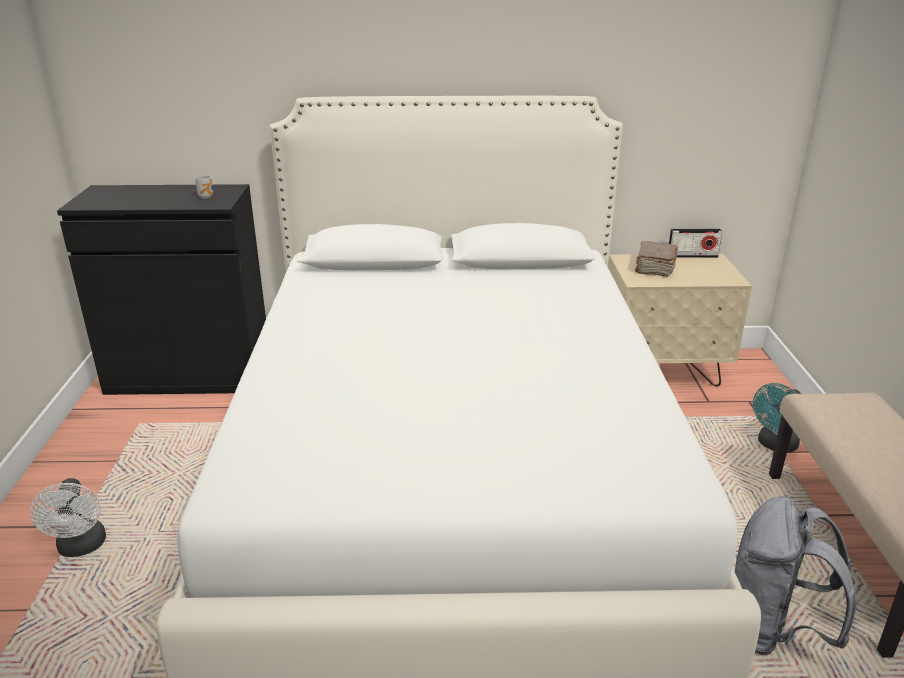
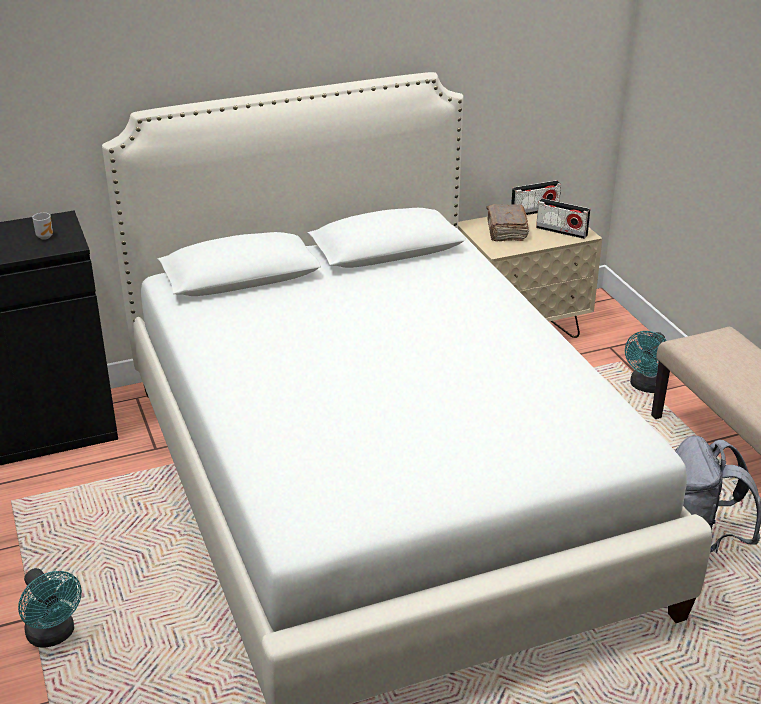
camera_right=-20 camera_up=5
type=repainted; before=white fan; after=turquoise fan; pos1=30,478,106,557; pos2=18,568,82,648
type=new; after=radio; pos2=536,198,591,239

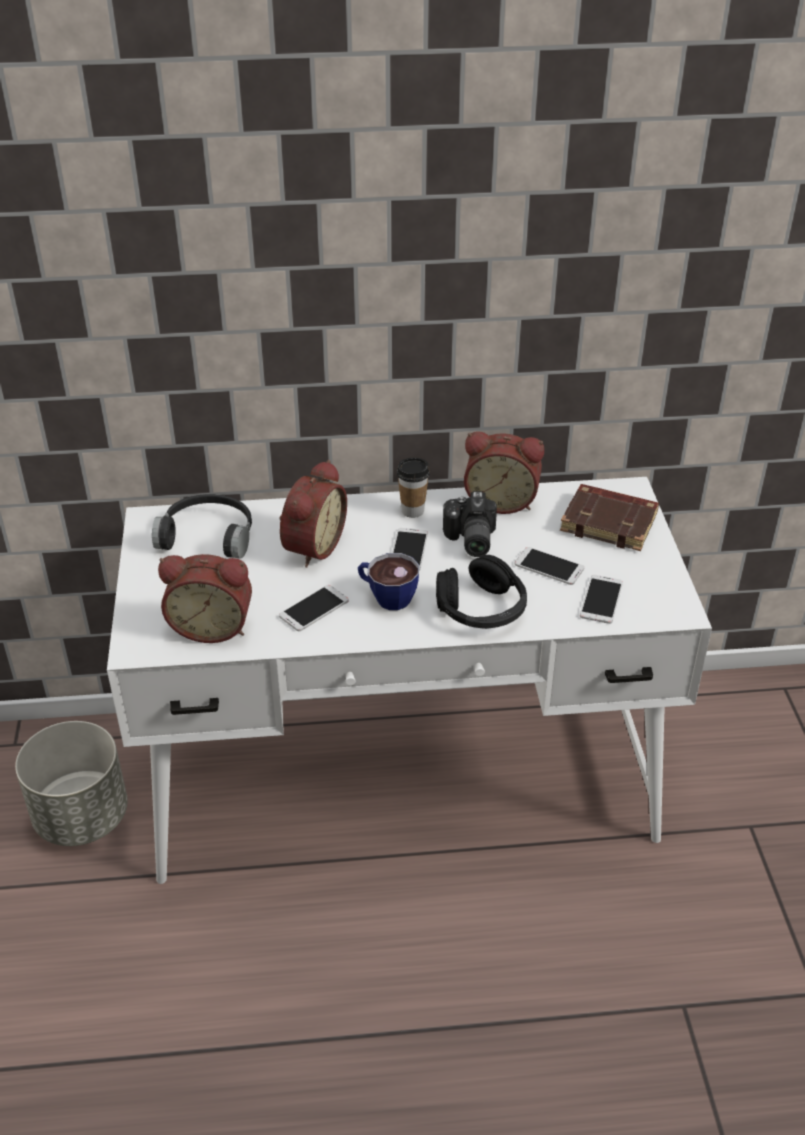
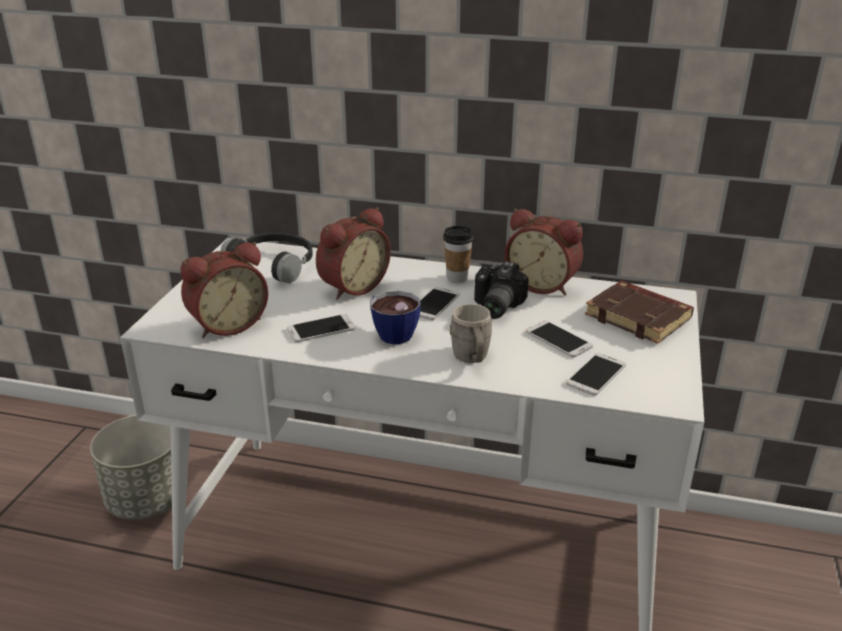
camera_right=20 camera_up=-10
type=rotated; before=alarm clock; pos1=158,554,252,643; pos2=180,242,268,338; turn=-60
type=swapped; before=black headphones; after=grey mug; pos1=436,555,527,629; pos2=450,304,492,363

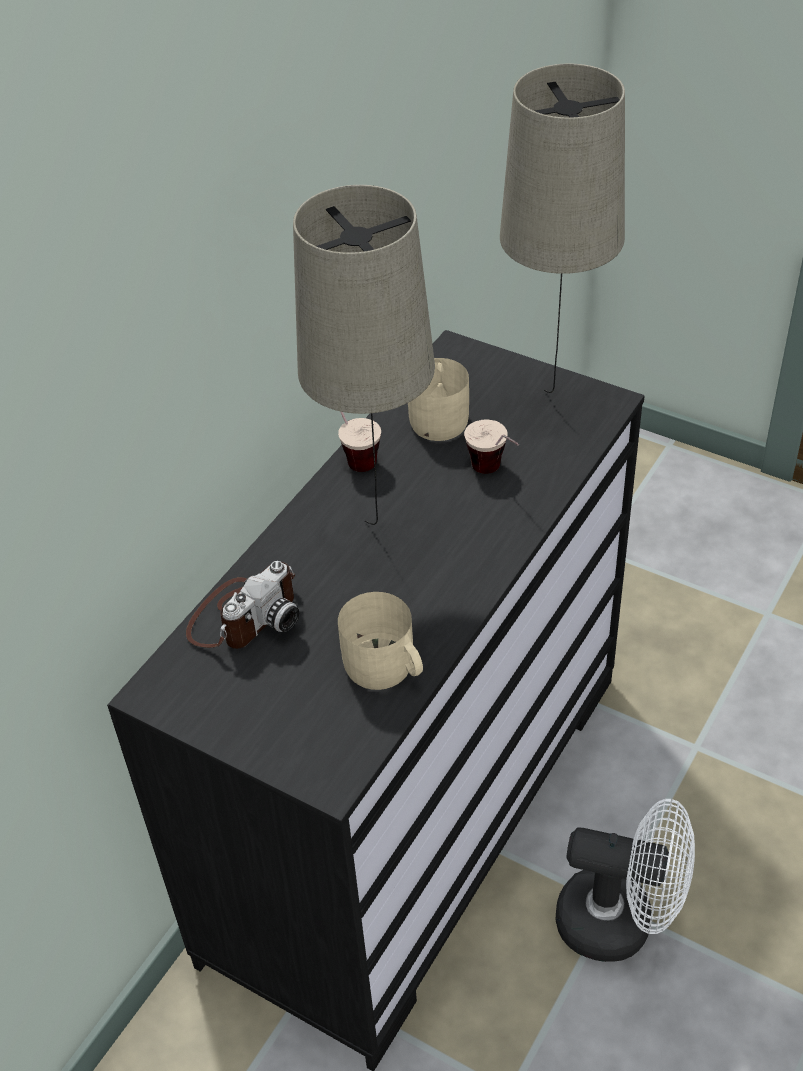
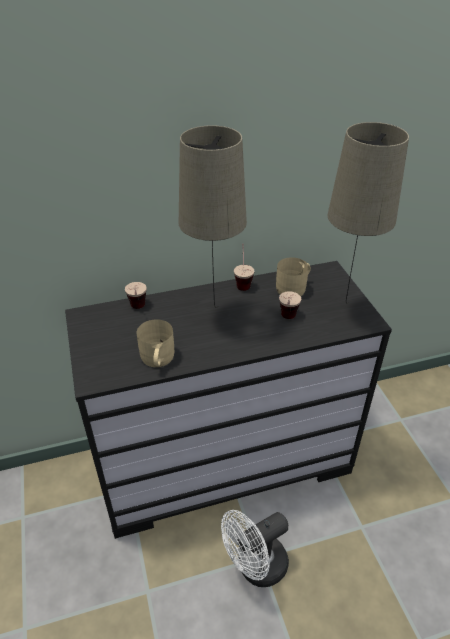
camera_right=40 camera_up=-5
type=swapped; before=photo camera; after=cup; pos1=186,561,299,649; pos2=125,282,147,309
type=rotated; before=white fan; pos1=555,799,695,962; pos2=221,510,289,587; turn=90

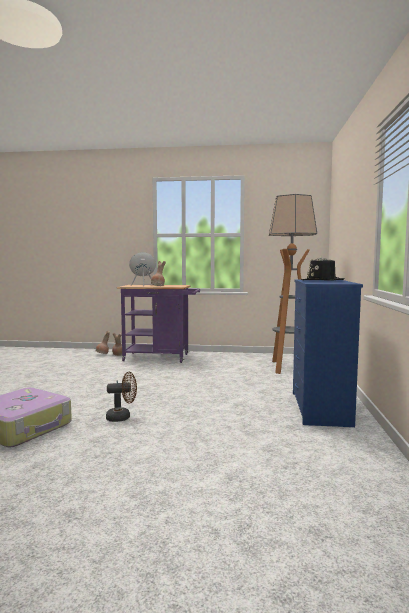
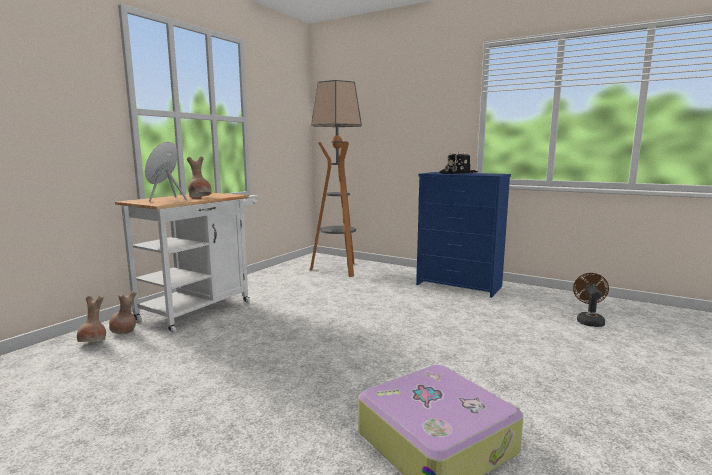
camera_right=-65 camera_up=5
type=shifted; before=brown fan; pos1=106,372,137,422; pos2=573,273,609,327
type=repainted; before=purple cart; after=white cart; pos1=117,285,200,363; pos2=115,193,257,334

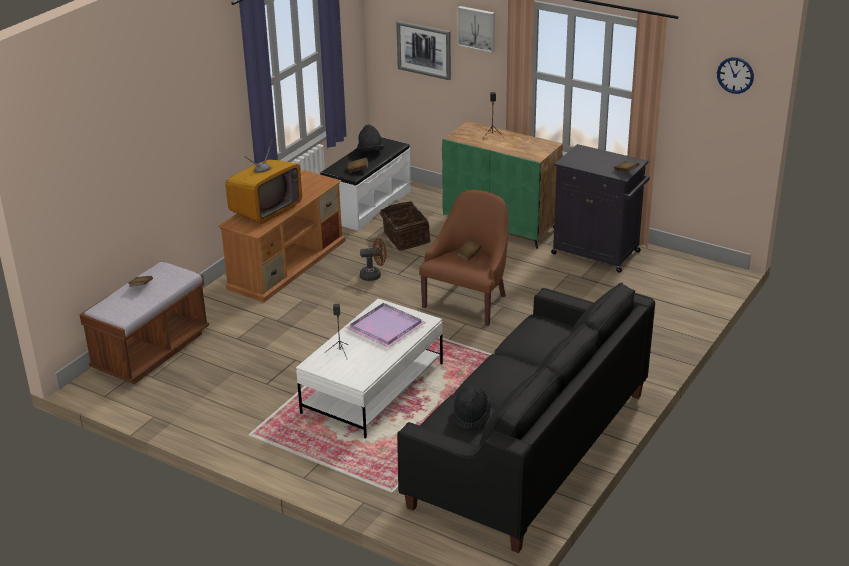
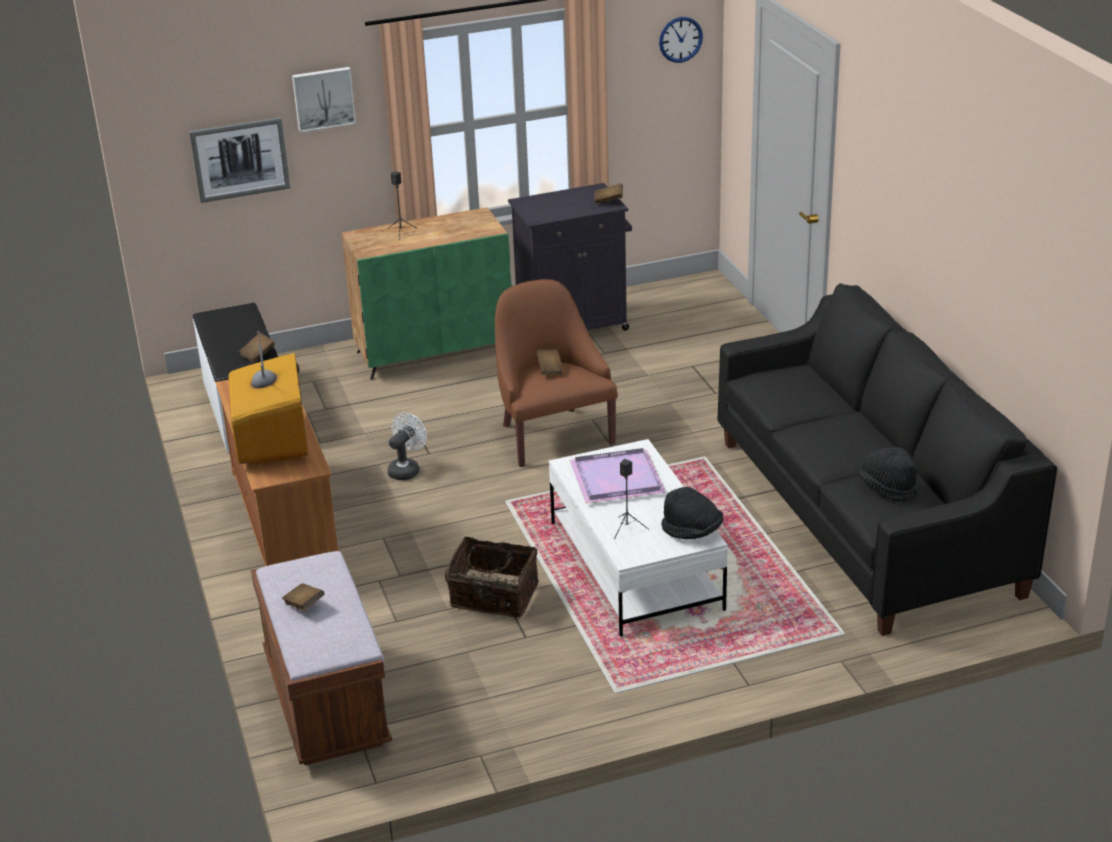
camera_right=-50 camera_up=0
type=shifted; before=black hat; pos1=357,124,384,152; pos2=661,487,723,539
type=repainted; before=brown fan; after=white fan; pos1=360,238,386,281; pos2=387,413,427,480
type=shifted; before=basket; pos1=380,201,431,251; pos2=444,537,539,617

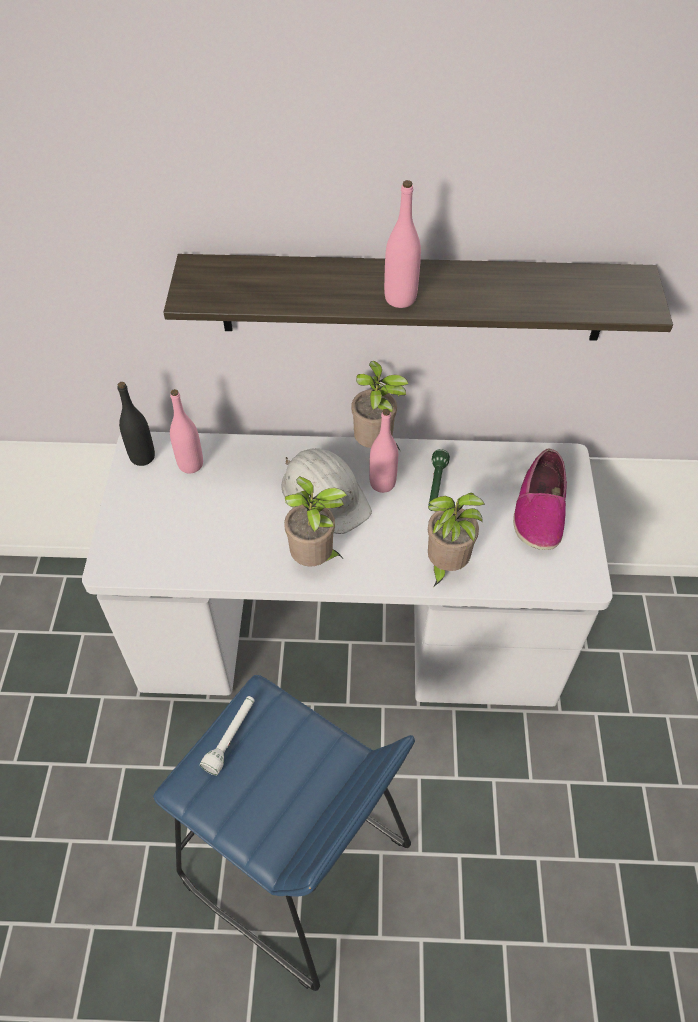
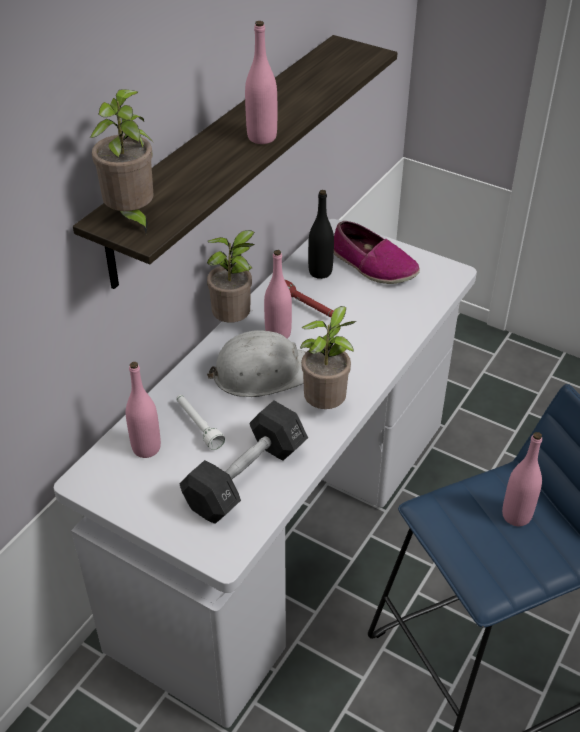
camera_right=-60 camera_up=-10
type=shifted; before=black bottle; pos1=118,382,155,466; pos2=308,190,334,279
type=shifted; before=white flashlight; pos1=200,696,255,775; pos2=176,395,225,450
type=repainted; before=green flashlight; after=red flashlight; pos1=428,449,450,511; pos2=285,280,333,317
type=shifted; before=potted plant; pos1=428,493,485,587; pos2=90,89,153,233
type=new; after=black dumbbell; pos2=180,400,308,524
type=new; after=pink bottle; pos2=502,432,542,526

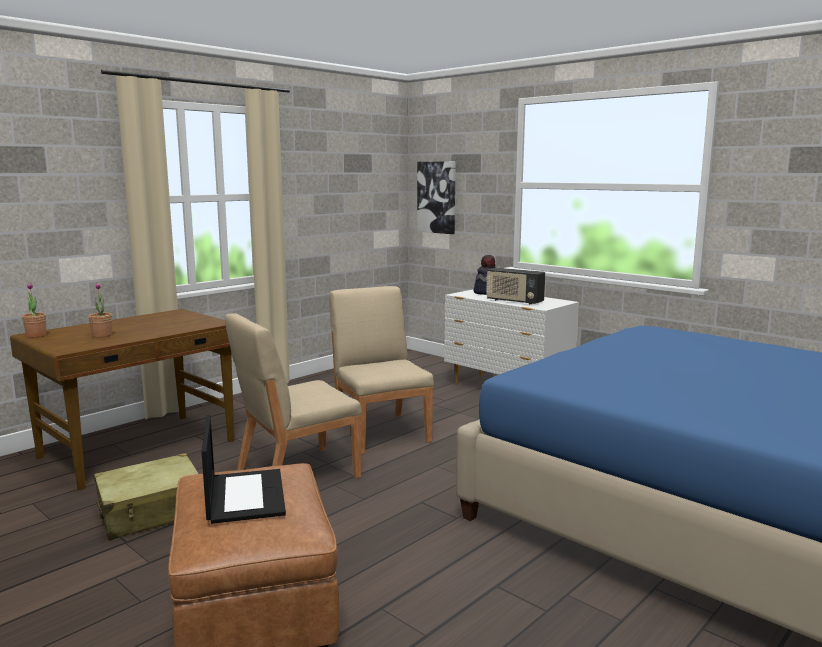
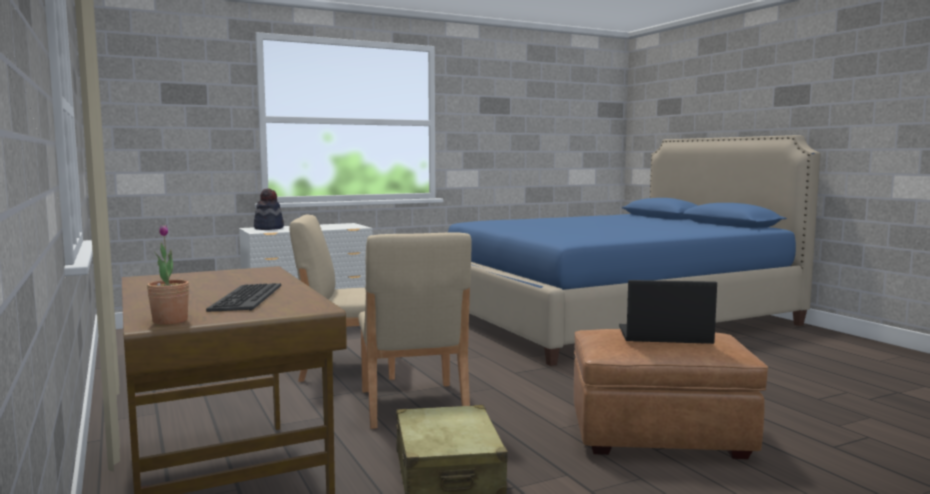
camera_right=-70 camera_up=-5
type=swapped; before=potted plant; after=keyboard; pos1=89,283,112,338; pos2=206,283,281,312
type=gone; before=picture; pos1=417,161,456,234
type=gone; before=radio; pos1=486,268,545,305

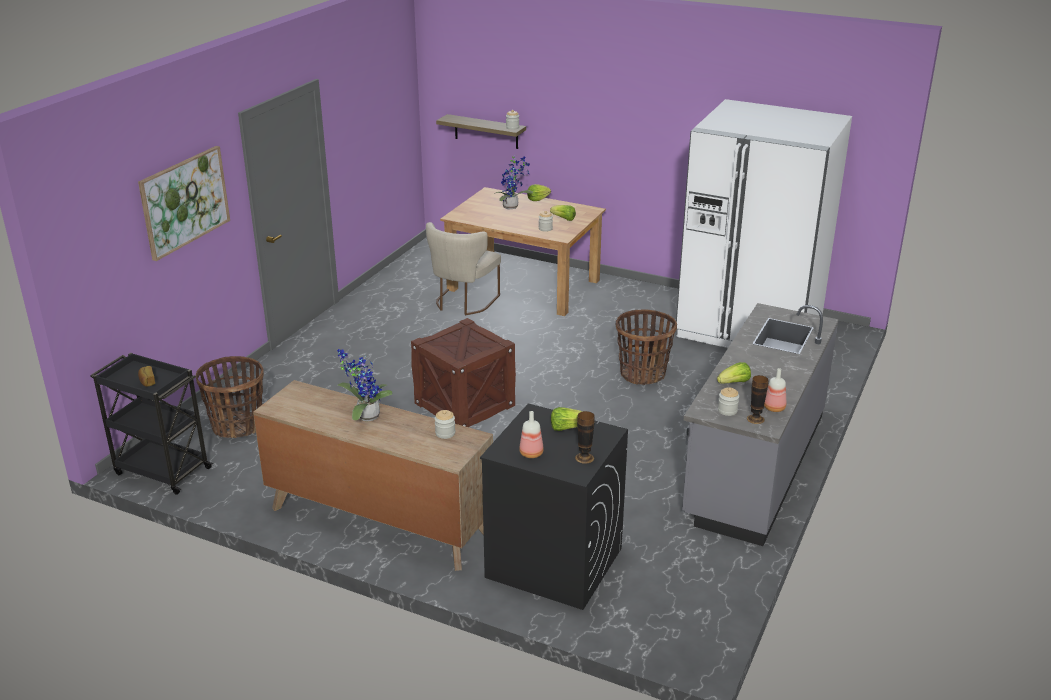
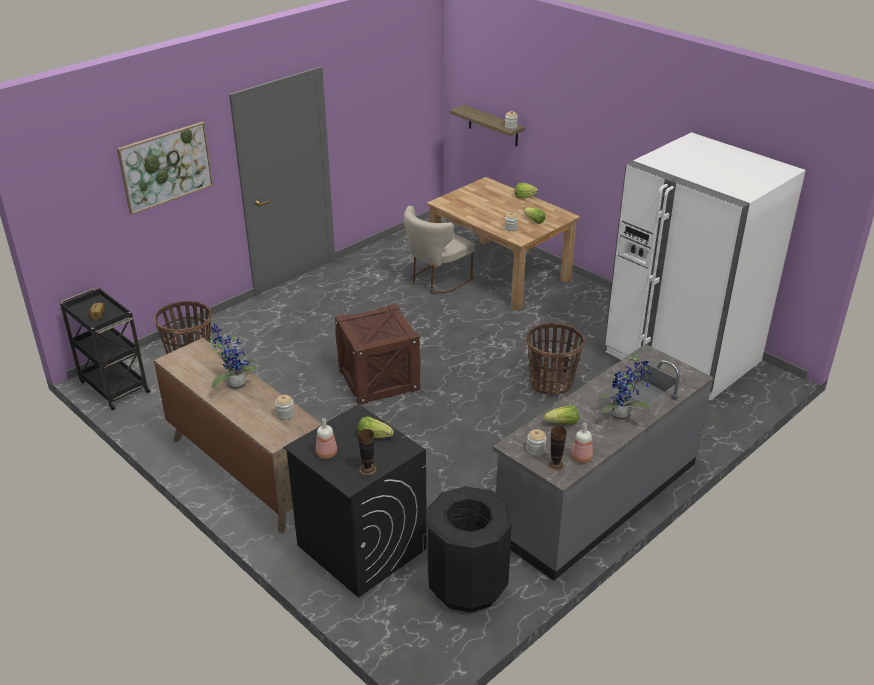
camera_right=20 camera_up=5
type=shifted; before=potted plant; pos1=494,155,533,209; pos2=599,351,651,420
type=new; after=black trash can; pos2=427,486,512,613

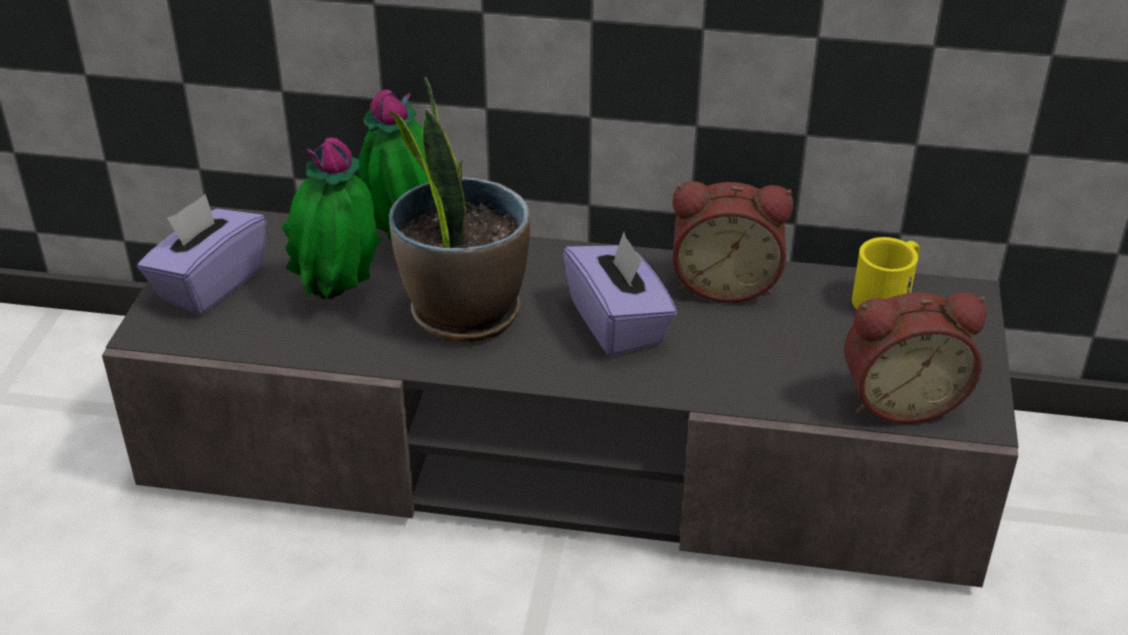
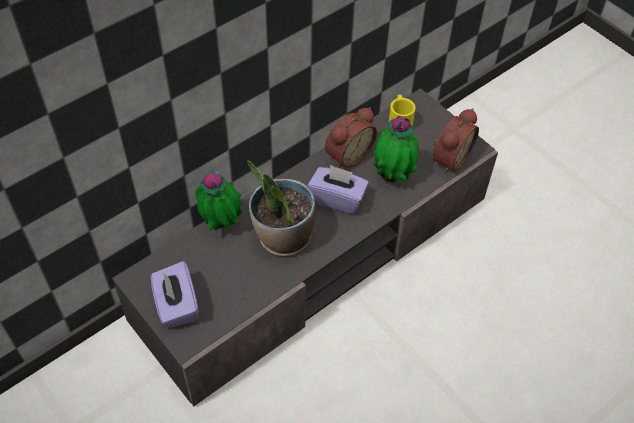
camera_right=-50 camera_up=15
type=shifted; before=potted plant; pos1=281,137,381,299; pos2=373,116,419,184

